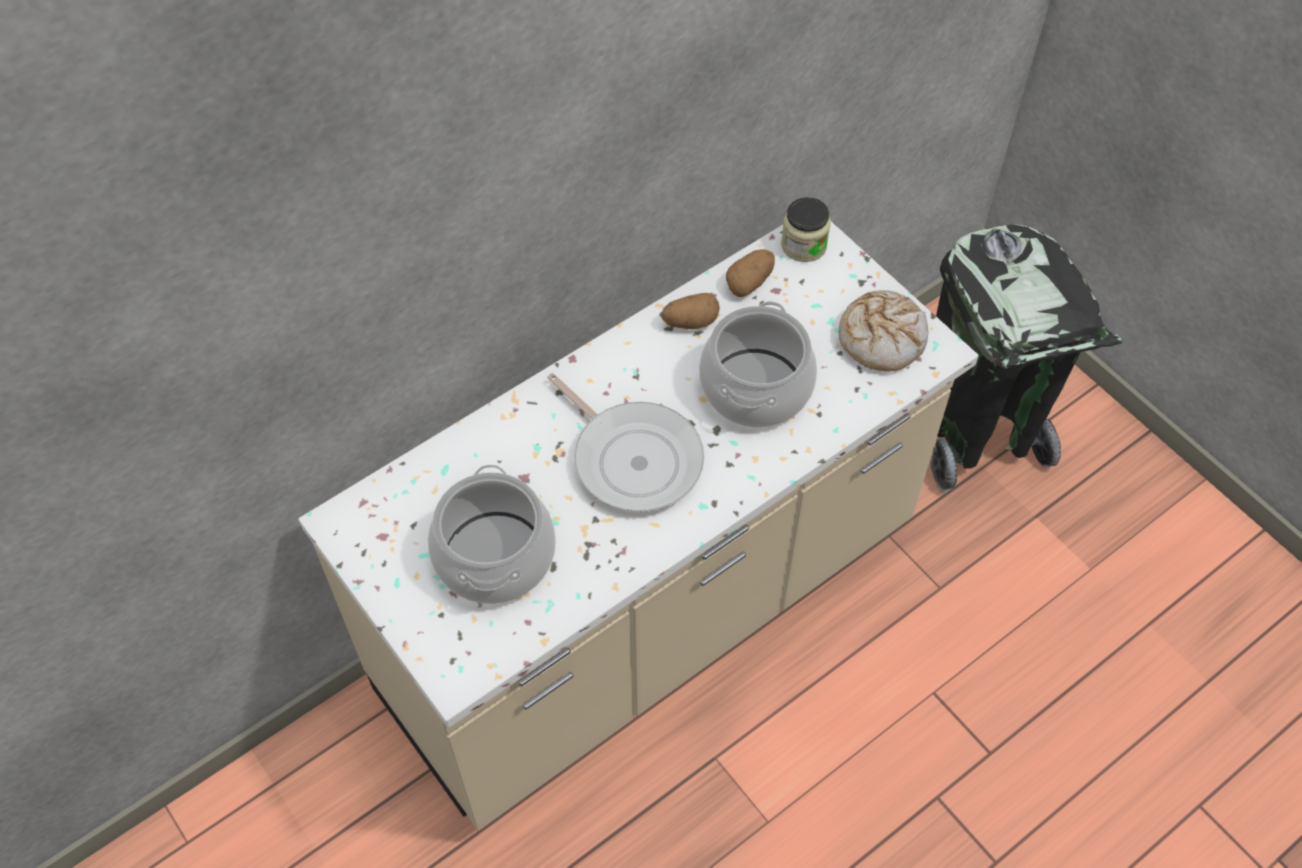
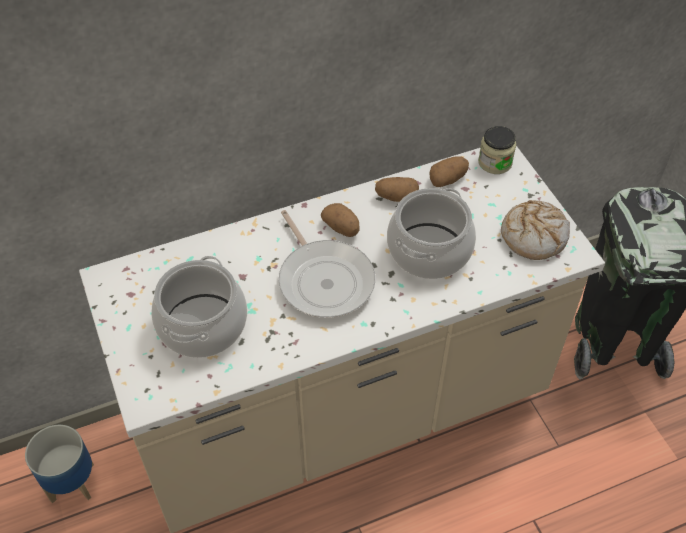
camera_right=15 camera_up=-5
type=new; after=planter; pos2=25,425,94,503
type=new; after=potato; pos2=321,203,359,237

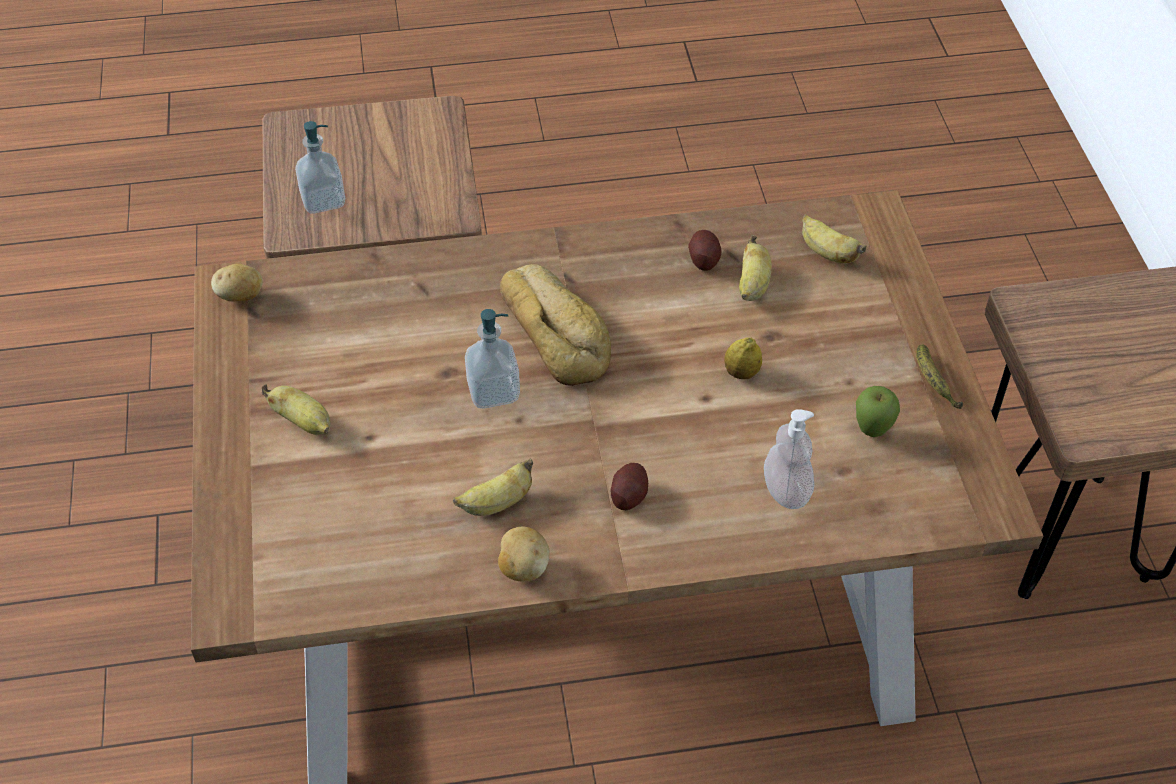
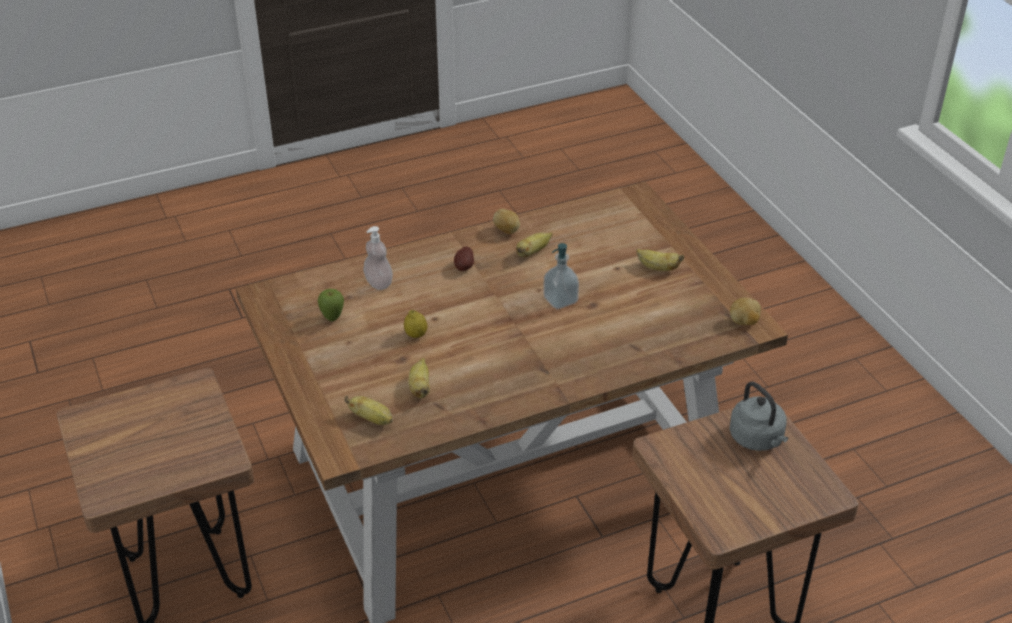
camera_right=165 camera_up=-10
type=swapped; before=soap dispenser; after=grey kettle; pos1=295,121,345,214; pos2=729,382,788,451
type=gone; before=bread; pos1=500,264,611,386
type=gone; before=potato; pos1=688,230,721,271
type=gone; before=banana; pos1=916,344,963,409

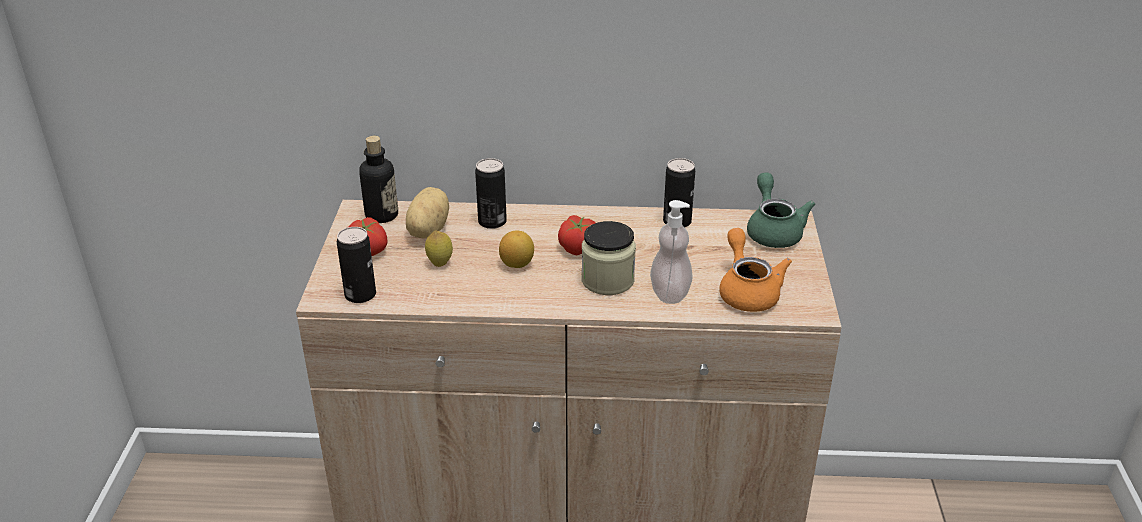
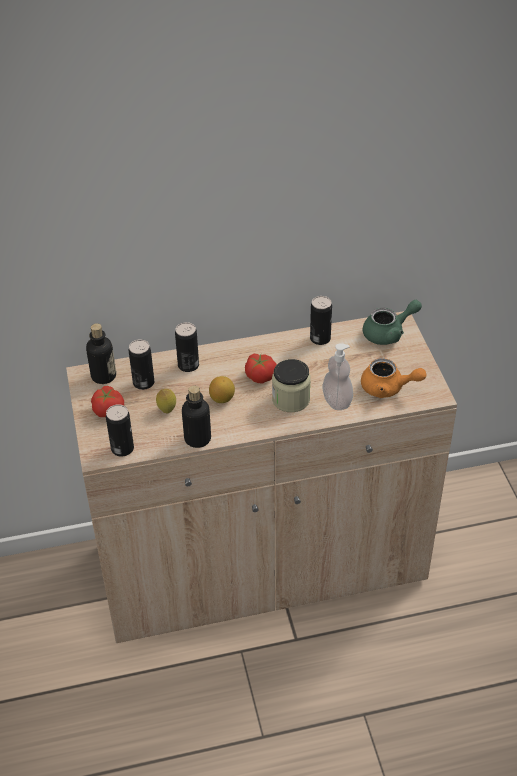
camera_right=-15 camera_up=10
type=swapped; before=potato; after=can; pos1=406,187,449,239; pos2=129,339,154,390
type=rotated; before=orange teapot; pos1=720,228,792,312; pos2=361,358,427,398; turn=135
type=rotated; before=green teapot; pos1=747,173,815,248; pos2=363,300,422,345; turn=90
type=new; after=bottle; pos2=182,386,211,448

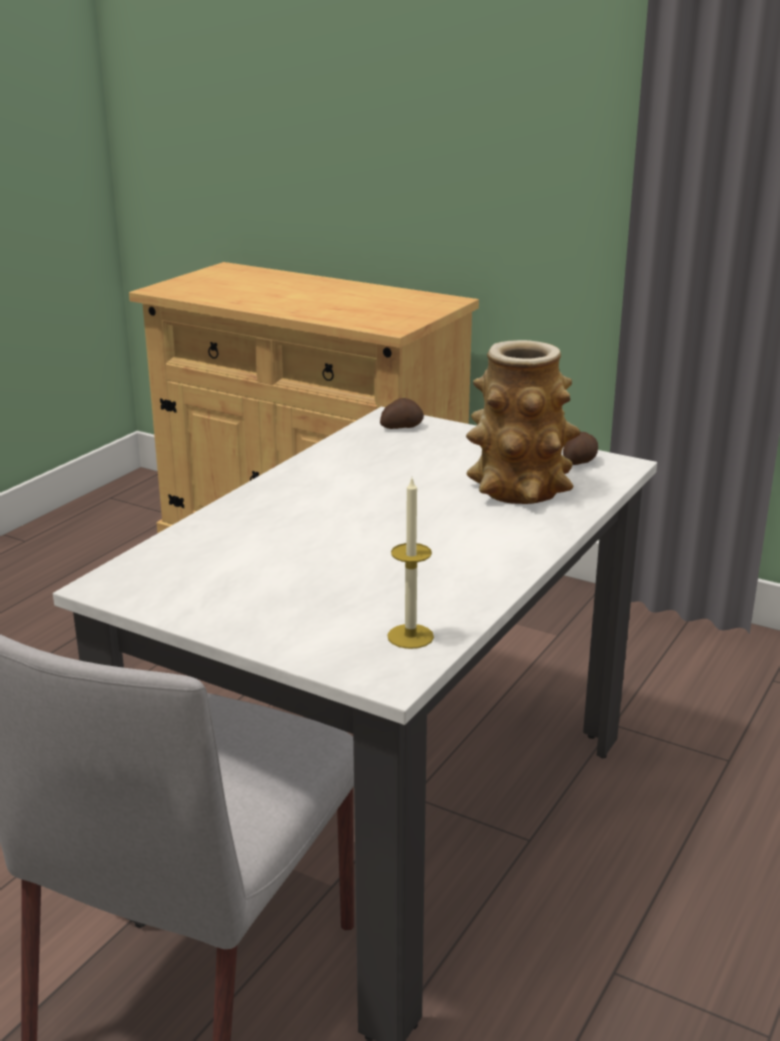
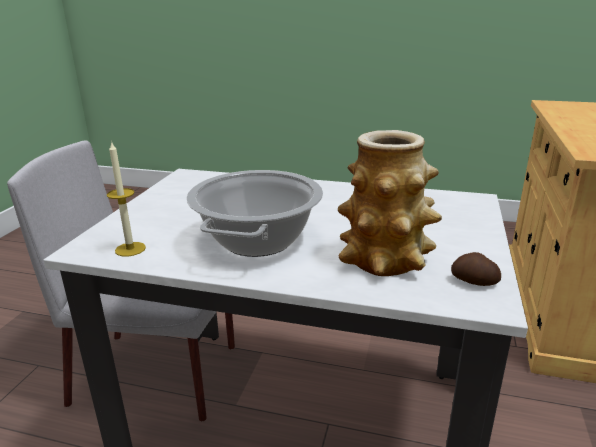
camera_right=75 camera_up=0
type=gone; before=potato; pos1=380,398,424,429
type=new; after=cooking pot; pos2=186,170,323,257

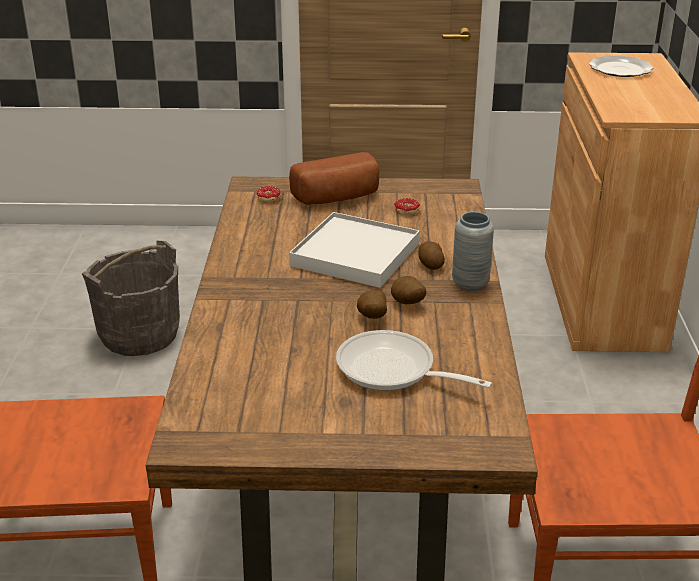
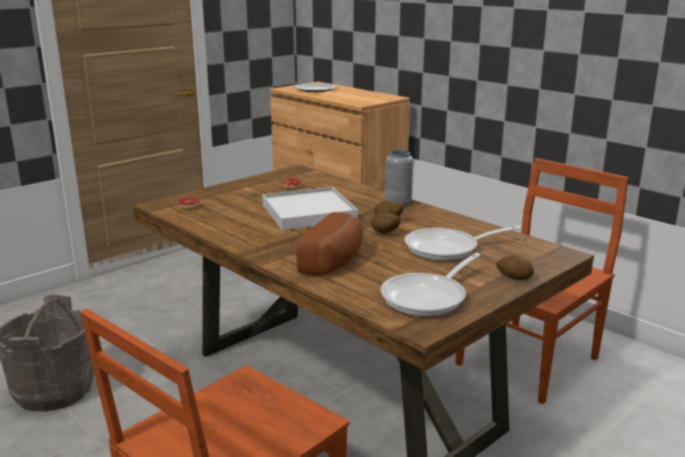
camera_right=-45 camera_up=-10
type=shifted; before=bread; pos1=289,152,379,205; pos2=296,212,363,275
type=shifted; before=potato; pos1=418,241,445,270; pos2=496,255,534,280
type=new; after=frying pan; pos2=380,253,480,317

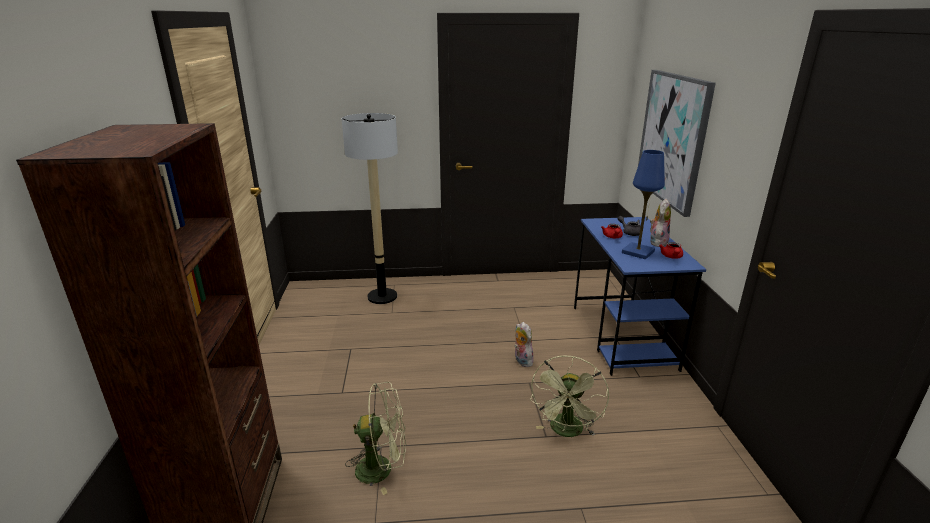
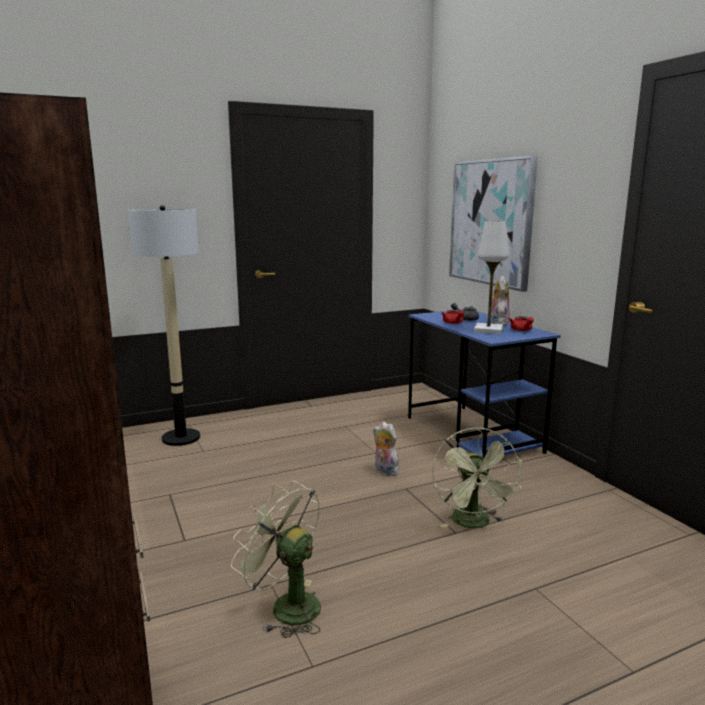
camera_right=-20 camera_up=-10
type=rotated; before=green fan; pos1=345,382,406,495; pos2=231,481,321,638; turn=-120
type=repainted; before=blue table lamp; after=white table lamp; pos1=622,150,665,259; pos2=474,221,509,334

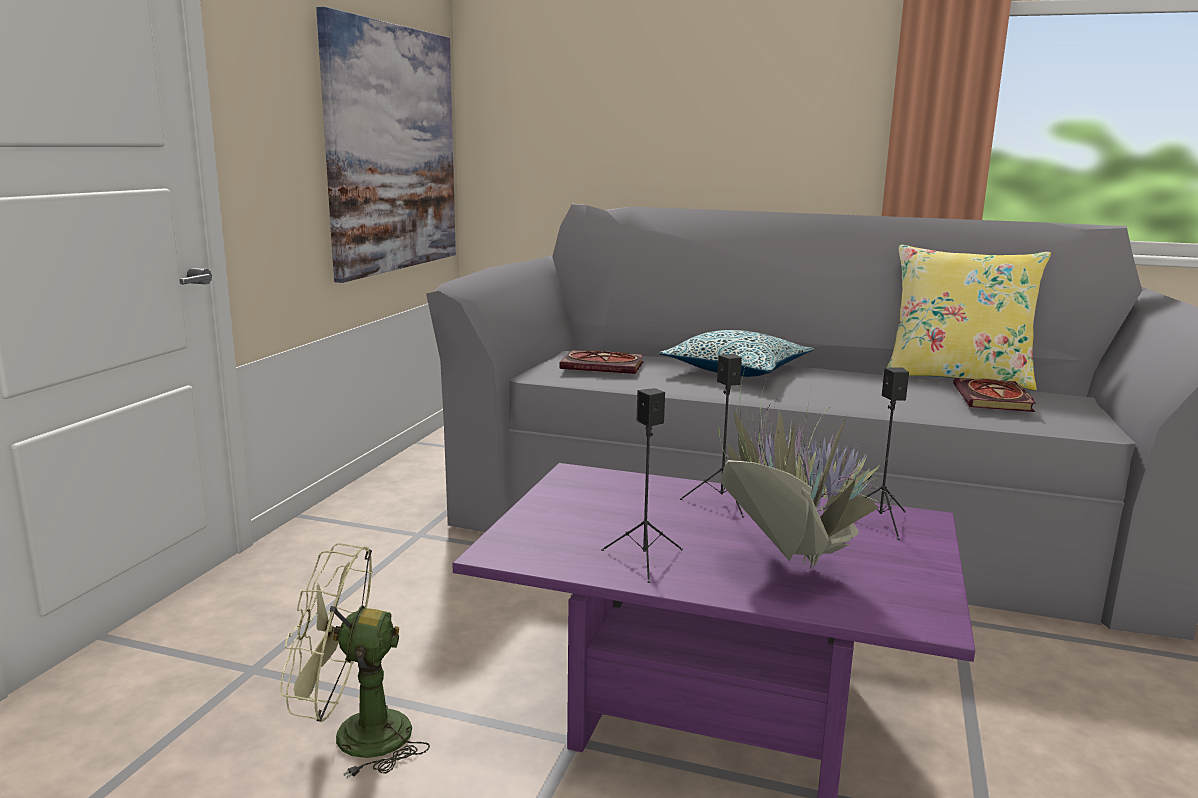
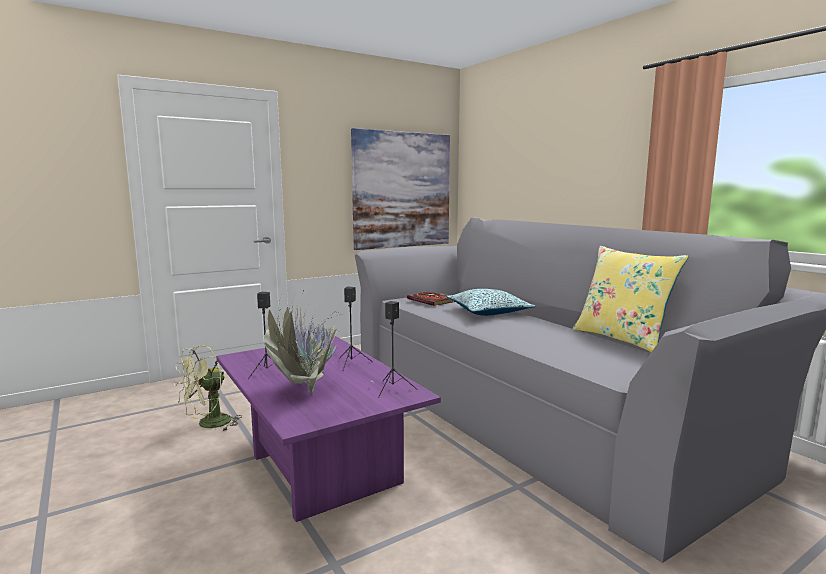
camera_right=40 camera_up=-5
type=rotated; before=green fan; pos1=280,543,430,778; pos2=174,345,242,431; turn=-90
type=gone; before=book; pos1=953,378,1036,412

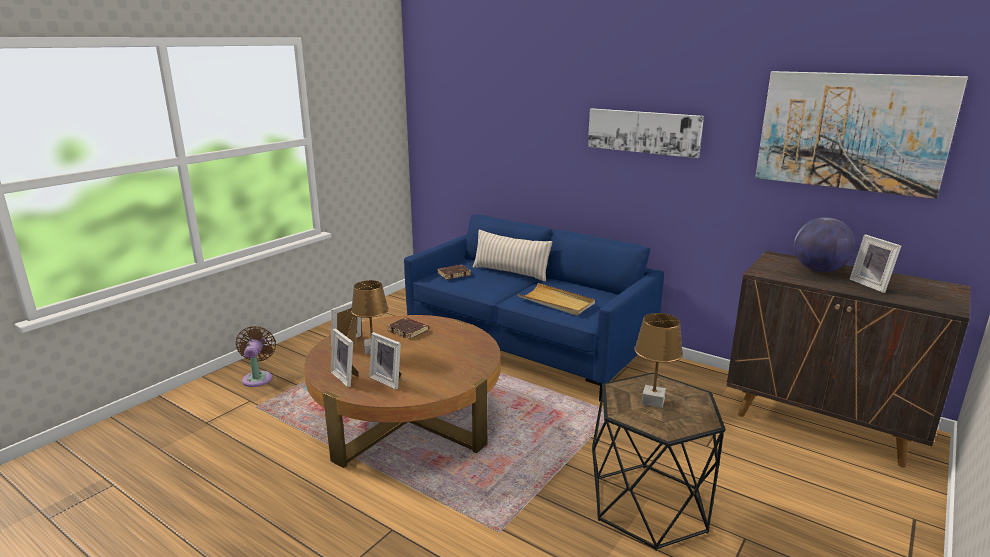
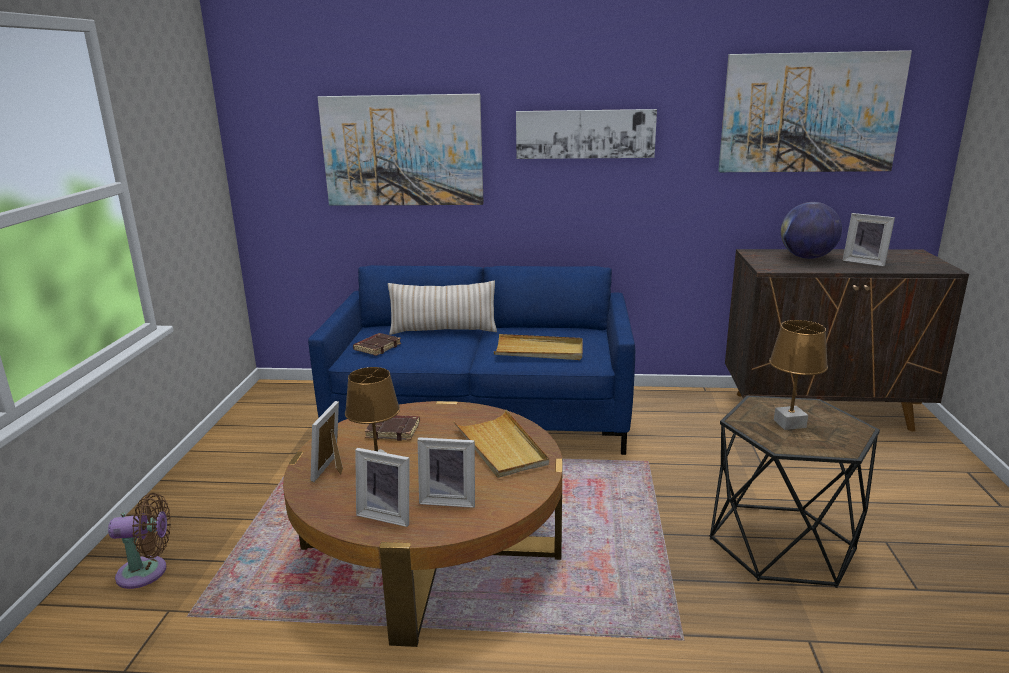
camera_right=-30 camera_up=0
type=rotated; before=brown fan; pos1=236,326,276,387; pos2=108,493,171,589; turn=120
type=new; after=picture; pos2=318,94,484,205
type=new; after=beige tray; pos2=453,410,549,478

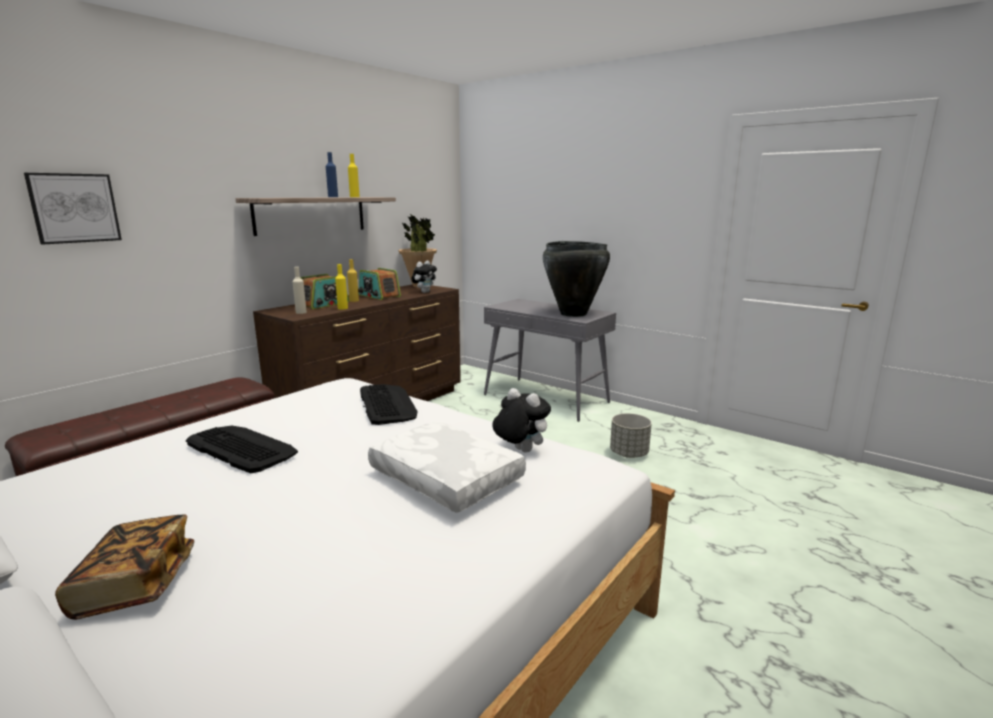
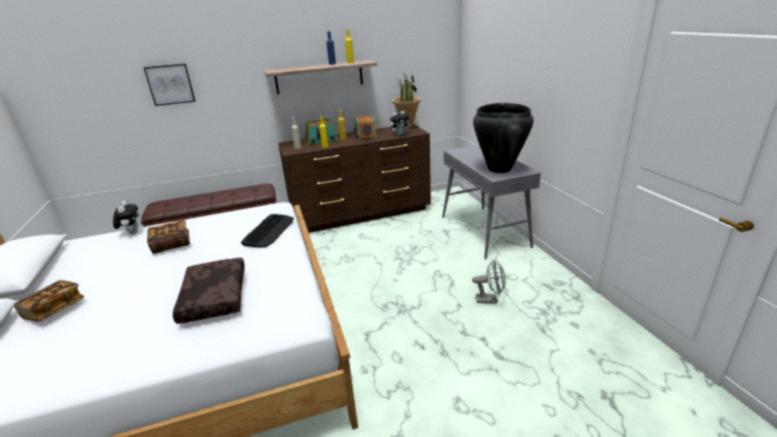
camera_right=35 camera_up=10
type=swapped; before=keyboard; after=book; pos1=186,426,298,473; pos2=147,220,190,254
type=repainted; before=white pillow; after=brown pillow; pos1=368,421,526,513; pos2=173,258,244,324
type=shifted; before=plush toy; pos1=492,388,551,453; pos2=113,201,139,234
type=swapped; before=grey planter; after=grey fan; pos1=610,413,652,458; pos2=472,260,506,304

